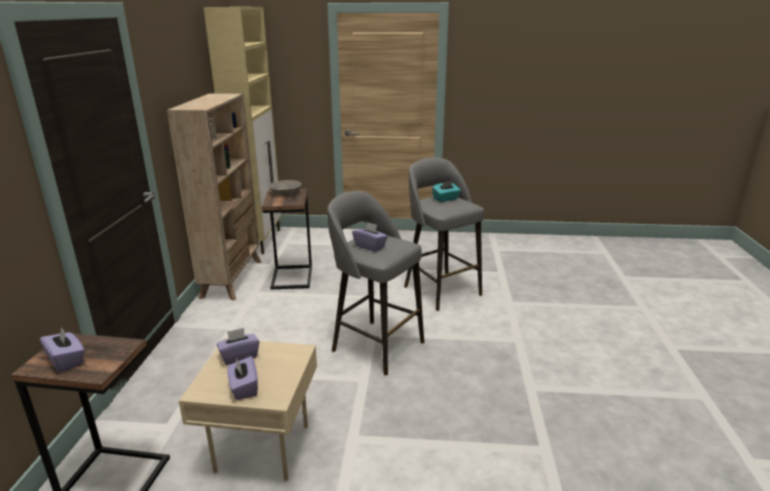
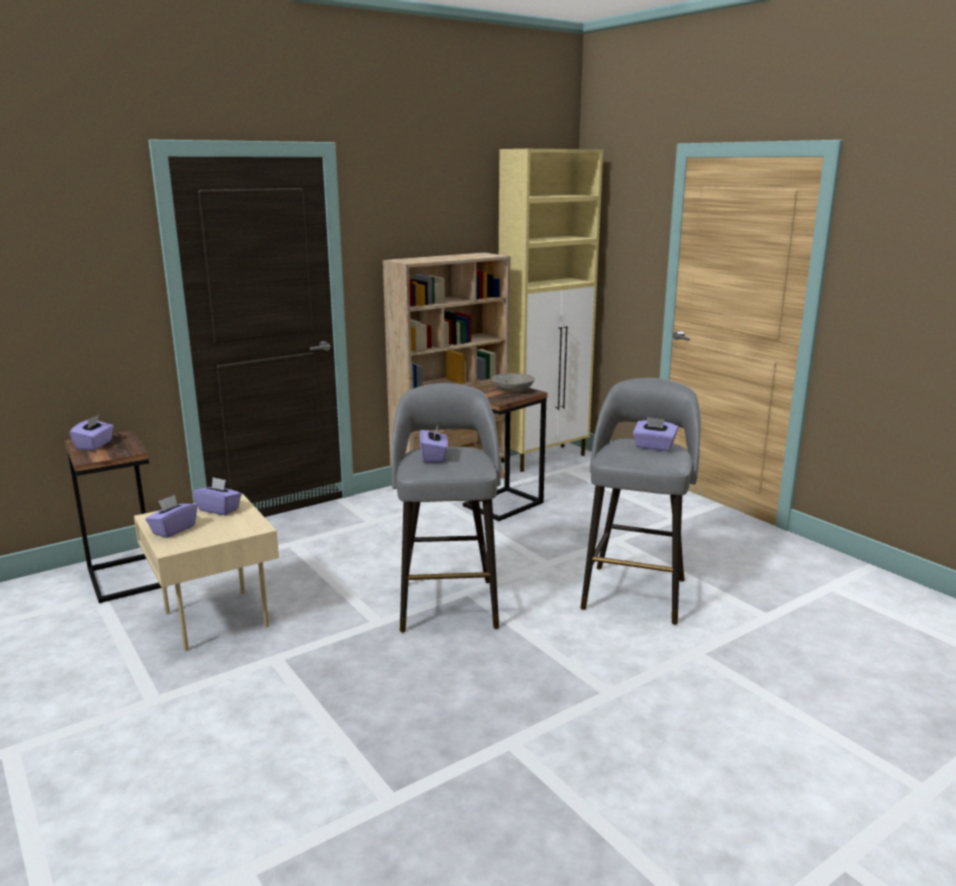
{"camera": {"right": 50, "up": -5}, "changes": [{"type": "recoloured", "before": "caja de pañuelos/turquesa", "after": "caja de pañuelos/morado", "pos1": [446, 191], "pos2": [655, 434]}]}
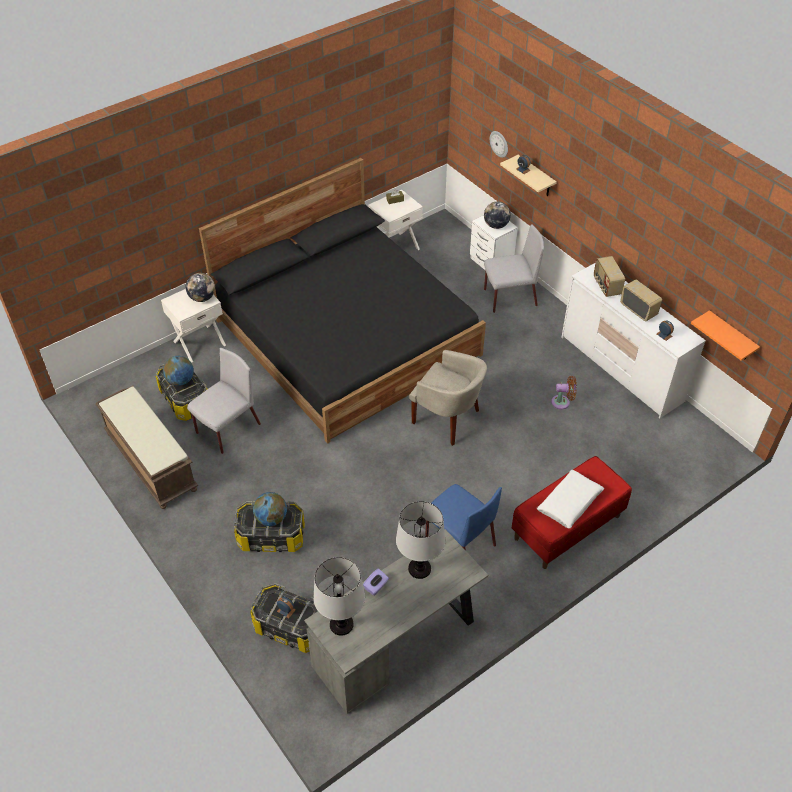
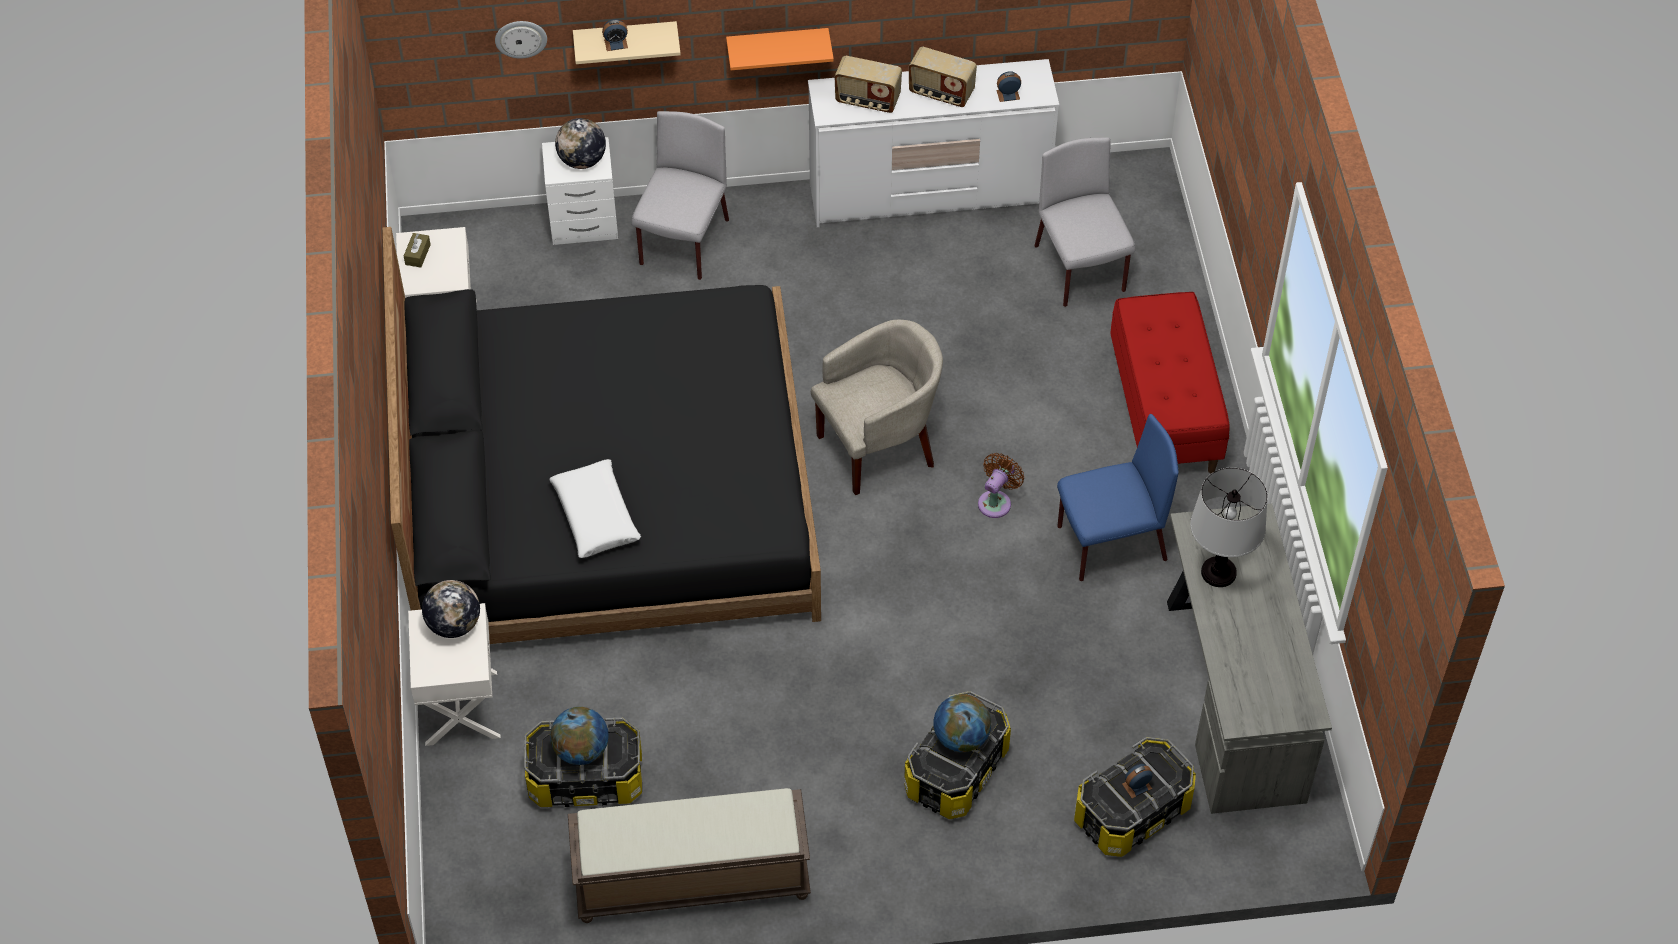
{"camera": {"right": -60, "up": 5}, "changes": [{"type": "moved", "before": "cojín/blanco", "pos1": [570, 499], "pos2": [595, 508]}, {"type": "moved", "before": "estante/naranja", "pos1": [725, 335], "pos2": [780, 49]}, {"type": "turned", "before": "radio", "pos1": [641, 301], "pos2": [943, 77], "turn": -150}, {"type": "moved", "before": "ventilador/marrón", "pos1": [564, 392], "pos2": [1001, 485]}, {"type": "moved", "before": "silla/gris", "pos1": [224, 401], "pos2": [1084, 222]}, {"type": "removed", "before": "lámpara de mesa", "pos1": [339, 596]}, {"type": "removed", "before": "caja de pañuelos/morado", "pos1": [376, 582]}]}
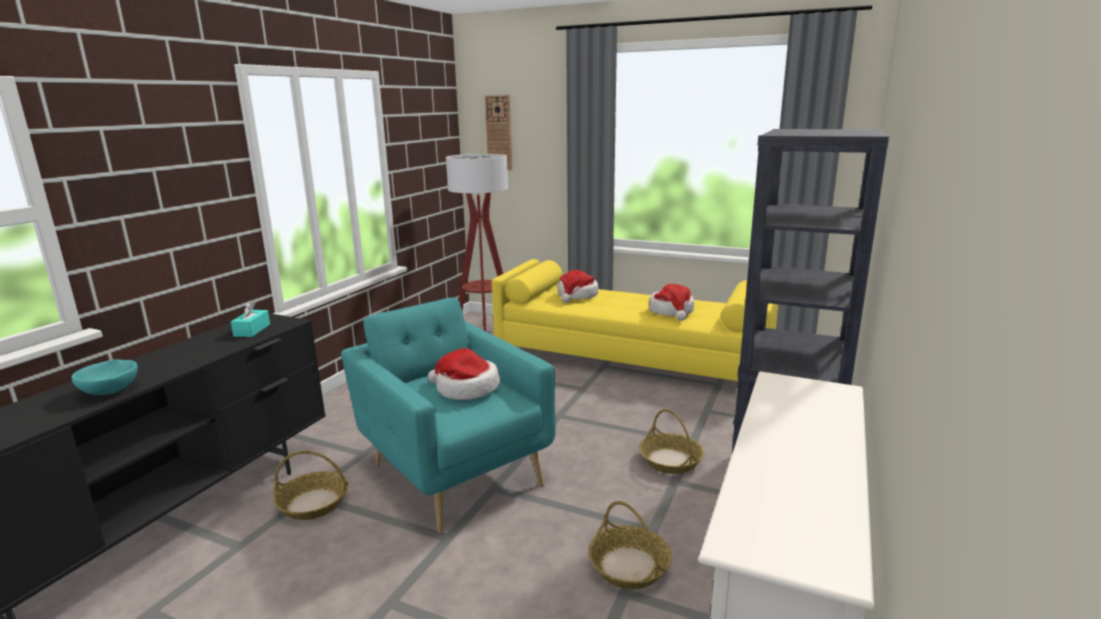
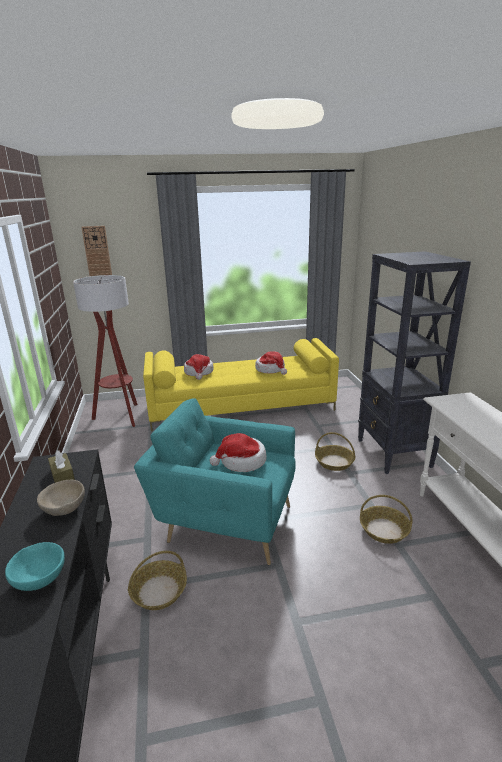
{"camera": {"right": -35, "up": 5}, "changes": [{"type": "added", "after": "cuenco/beis", "pos2": [61, 498]}, {"type": "recoloured", "before": "caja de pañuelos/turquesa", "after": "caja de pañuelos/marrón", "pos1": [250, 319], "pos2": [61, 466]}]}
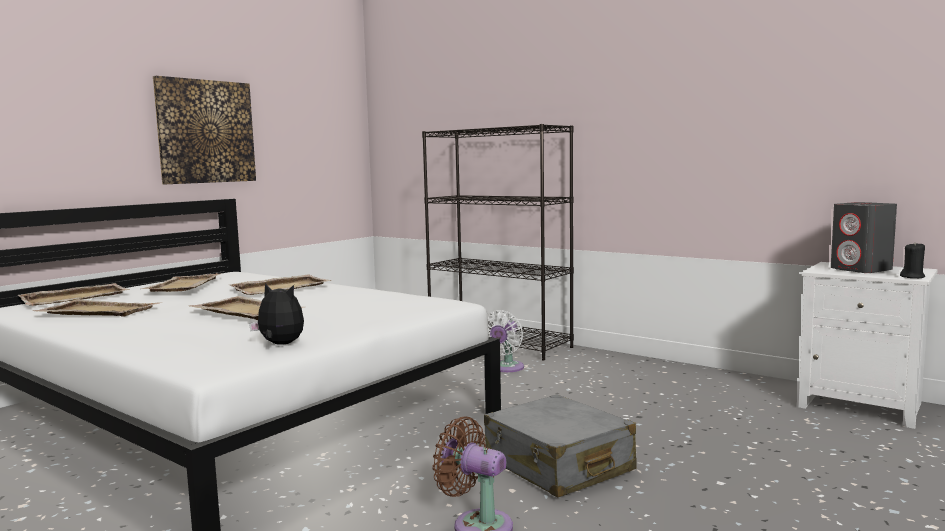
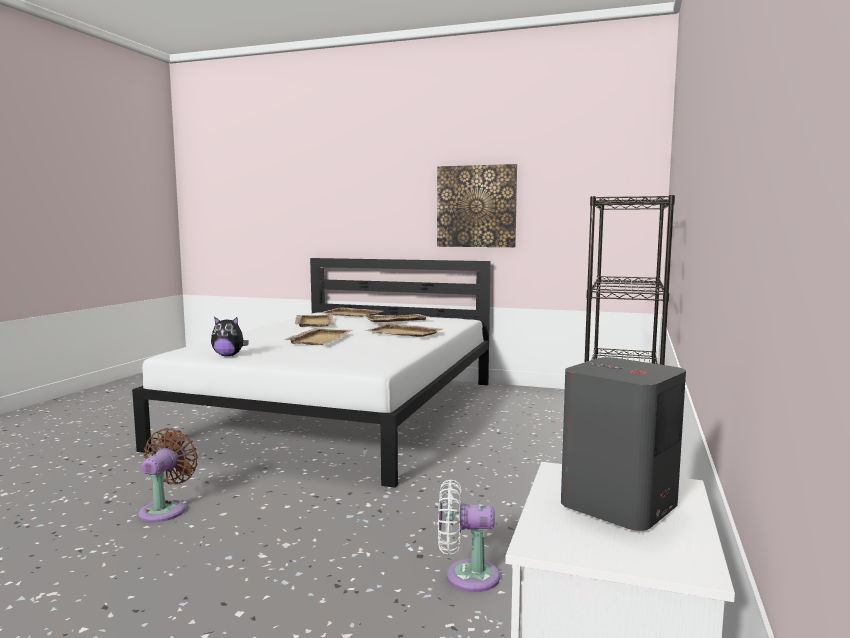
{"camera": {"right": 70, "up": 0}, "changes": [{"type": "turned", "before": "peluche", "pos1": [276, 314], "pos2": [230, 336], "turn": 90}, {"type": "moved", "before": "ventilador/blanco", "pos1": [506, 341], "pos2": [469, 535]}, {"type": "removed", "before": "maleta/gris", "pos1": [560, 446]}, {"type": "removed", "before": "vela/negro", "pos1": [912, 260]}]}
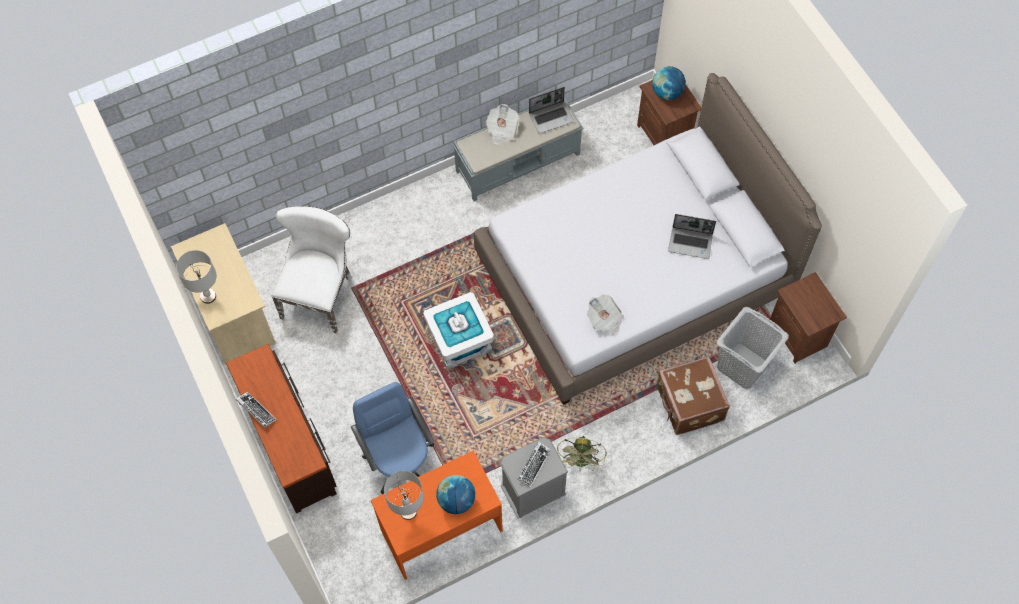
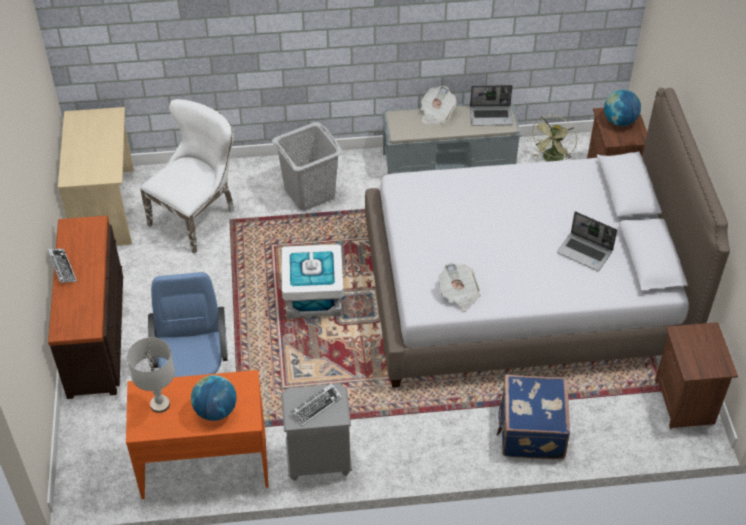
{"camera": {"right": 20, "up": -15}, "changes": [{"type": "moved", "before": "cesto de la ropa/gris", "pos1": [753, 348], "pos2": [307, 166]}, {"type": "recoloured", "before": "maleta/marrón", "after": "maleta/azul", "pos1": [693, 395], "pos2": [533, 416]}, {"type": "moved", "before": "ventilador/verde", "pos1": [582, 453], "pos2": [554, 138]}, {"type": "removed", "before": "lámpara de mesa/gris", "pos1": [196, 277]}]}
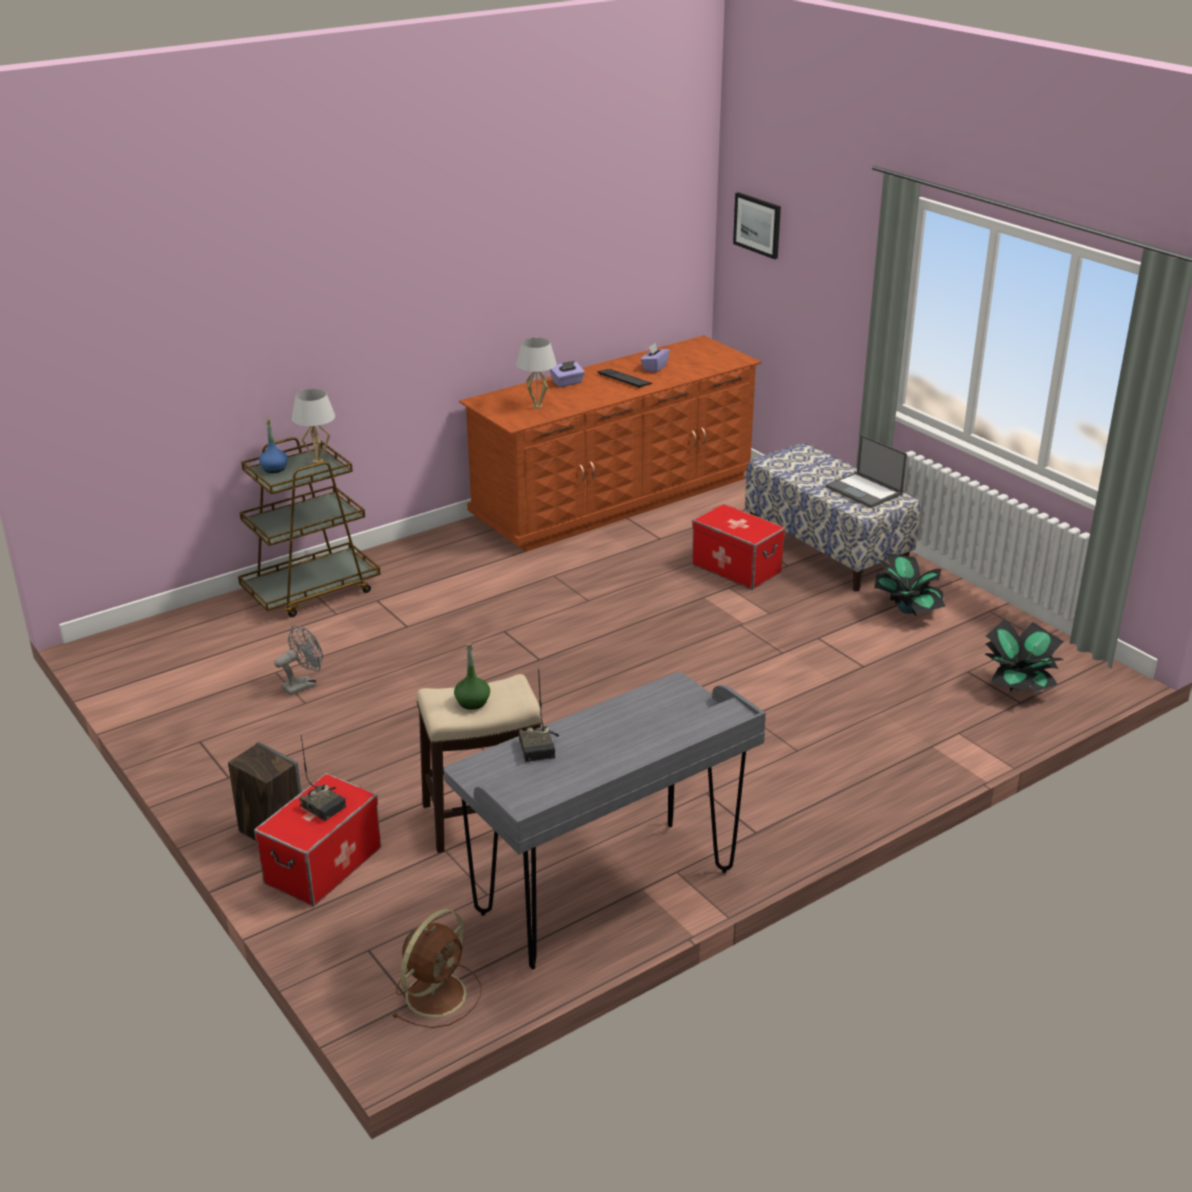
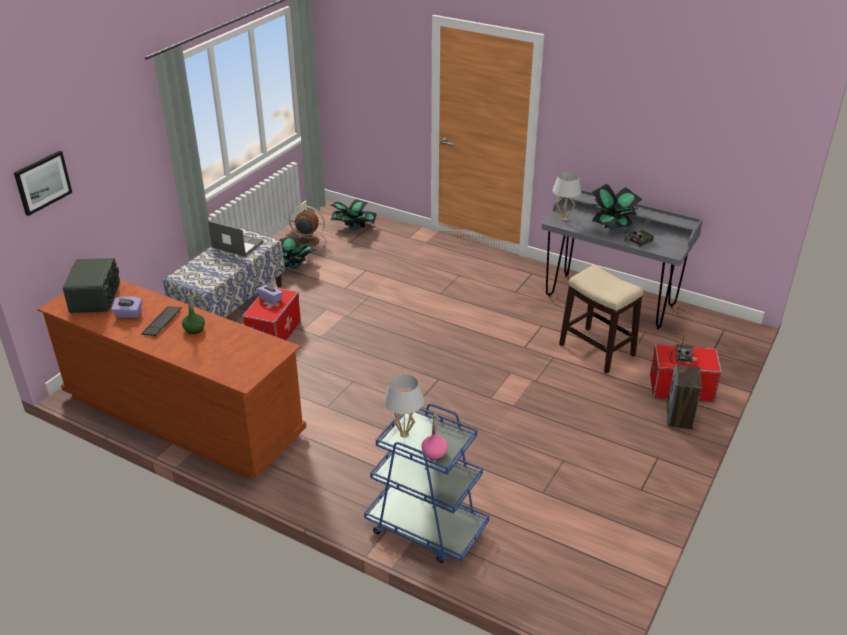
{"camera": {"right": -115, "up": 5}, "changes": [{"type": "added", "after": "radio", "pos2": [91, 285]}, {"type": "moved", "before": "botella/verde", "pos1": [472, 676], "pos2": [193, 313]}, {"type": "turned", "before": "portátil", "pos1": [866, 471], "pos2": [236, 239], "turn": -90}, {"type": "moved", "before": "caja de pañuelos/morado", "pos1": [567, 374], "pos2": [270, 293]}, {"type": "moved", "before": "ventilador/marrón", "pos1": [436, 968], "pos2": [307, 226]}, {"type": "recoloured", "before": "carrito/marrón", "after": "carrito/azul", "pos1": [309, 527], "pos2": [426, 483]}, {"type": "recoloured", "before": "botella/azul", "after": "botella/rosa", "pos1": [273, 445], "pos2": [434, 437]}, {"type": "moved", "before": "lámpara de mesa/blanco", "pos1": [536, 373], "pos2": [567, 196]}, {"type": "added", "after": "planta en maceta", "pos2": [617, 206]}, {"type": "removed", "before": "ventilador/gris", "pos1": [298, 660]}]}
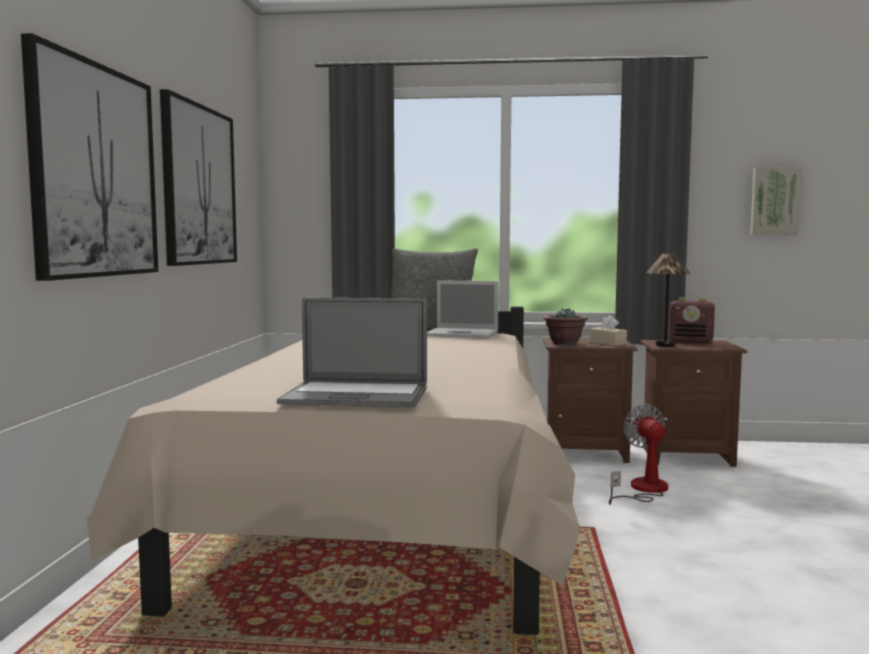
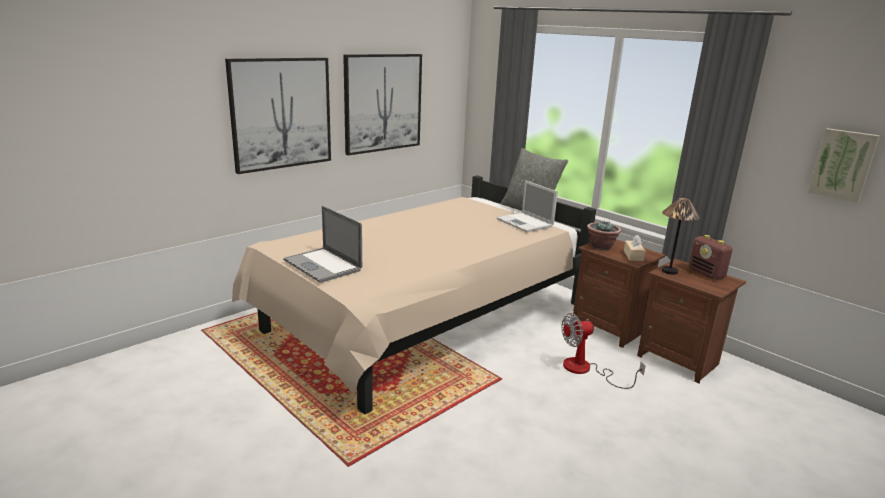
{"camera": {"right": 40, "up": 15}, "changes": [{"type": "turned", "before": "ventilador", "pos1": [638, 454], "pos2": [603, 351], "turn": -135}]}
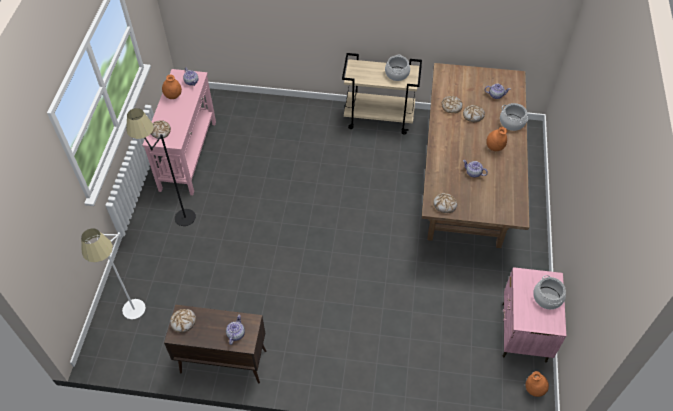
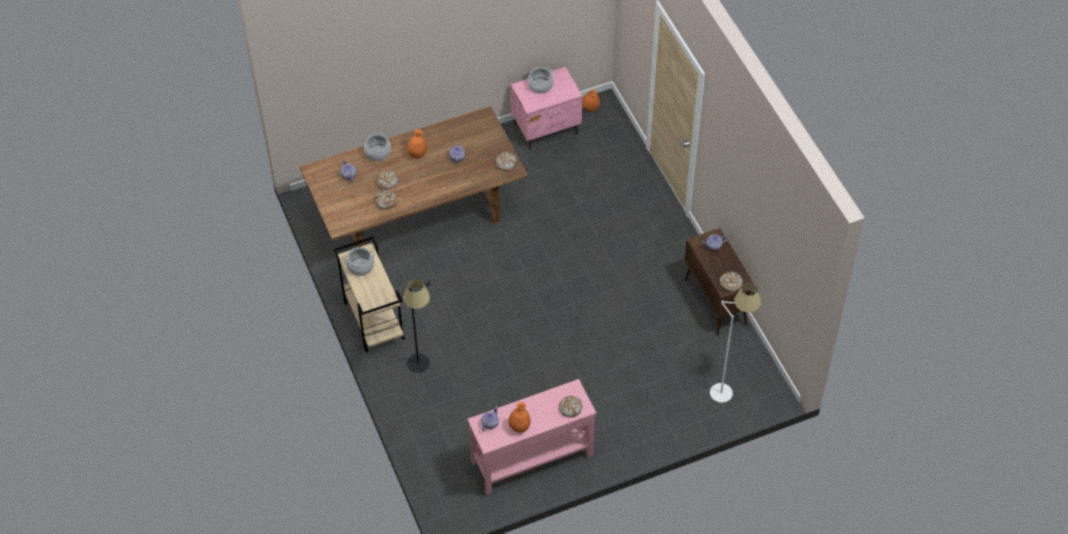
{"camera": {"right": -120, "up": 0}, "changes": [{"type": "moved", "before": "lámpara de pie/negro", "pos1": [161, 167], "pos2": [416, 326]}]}
